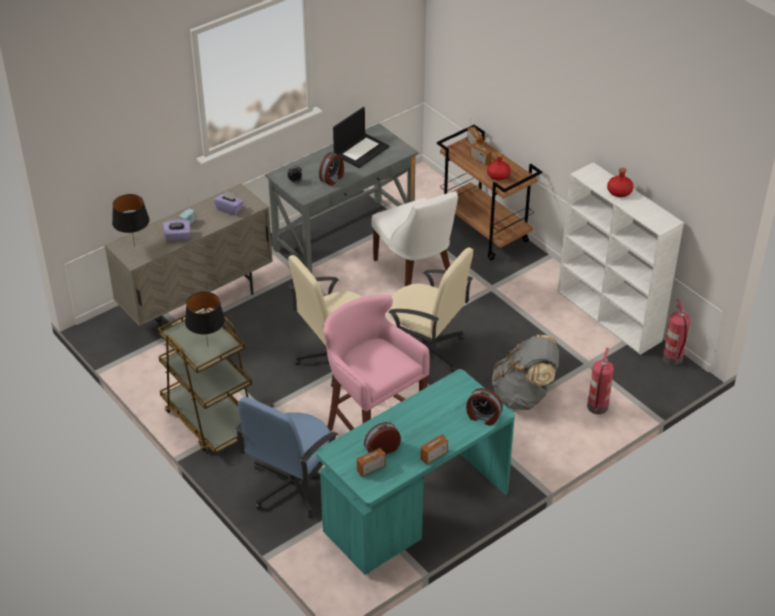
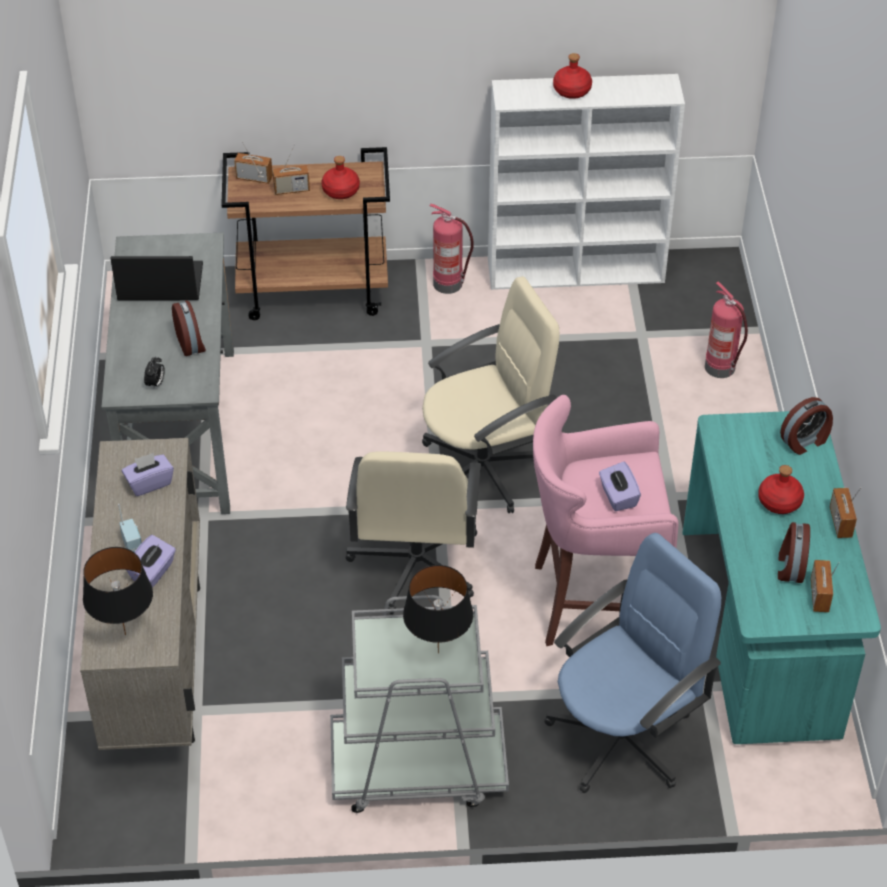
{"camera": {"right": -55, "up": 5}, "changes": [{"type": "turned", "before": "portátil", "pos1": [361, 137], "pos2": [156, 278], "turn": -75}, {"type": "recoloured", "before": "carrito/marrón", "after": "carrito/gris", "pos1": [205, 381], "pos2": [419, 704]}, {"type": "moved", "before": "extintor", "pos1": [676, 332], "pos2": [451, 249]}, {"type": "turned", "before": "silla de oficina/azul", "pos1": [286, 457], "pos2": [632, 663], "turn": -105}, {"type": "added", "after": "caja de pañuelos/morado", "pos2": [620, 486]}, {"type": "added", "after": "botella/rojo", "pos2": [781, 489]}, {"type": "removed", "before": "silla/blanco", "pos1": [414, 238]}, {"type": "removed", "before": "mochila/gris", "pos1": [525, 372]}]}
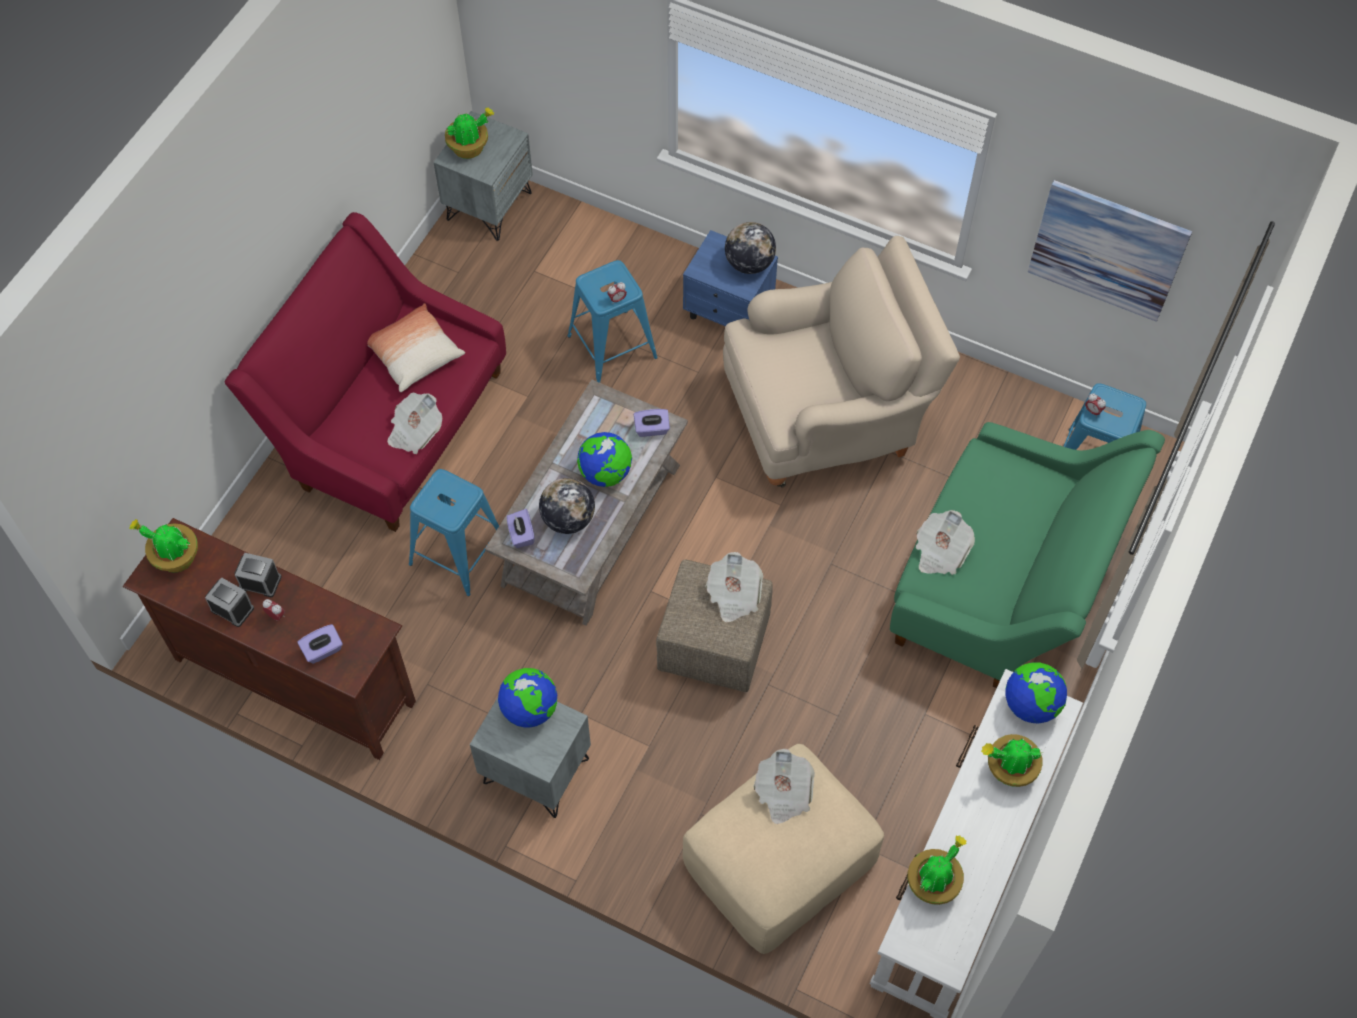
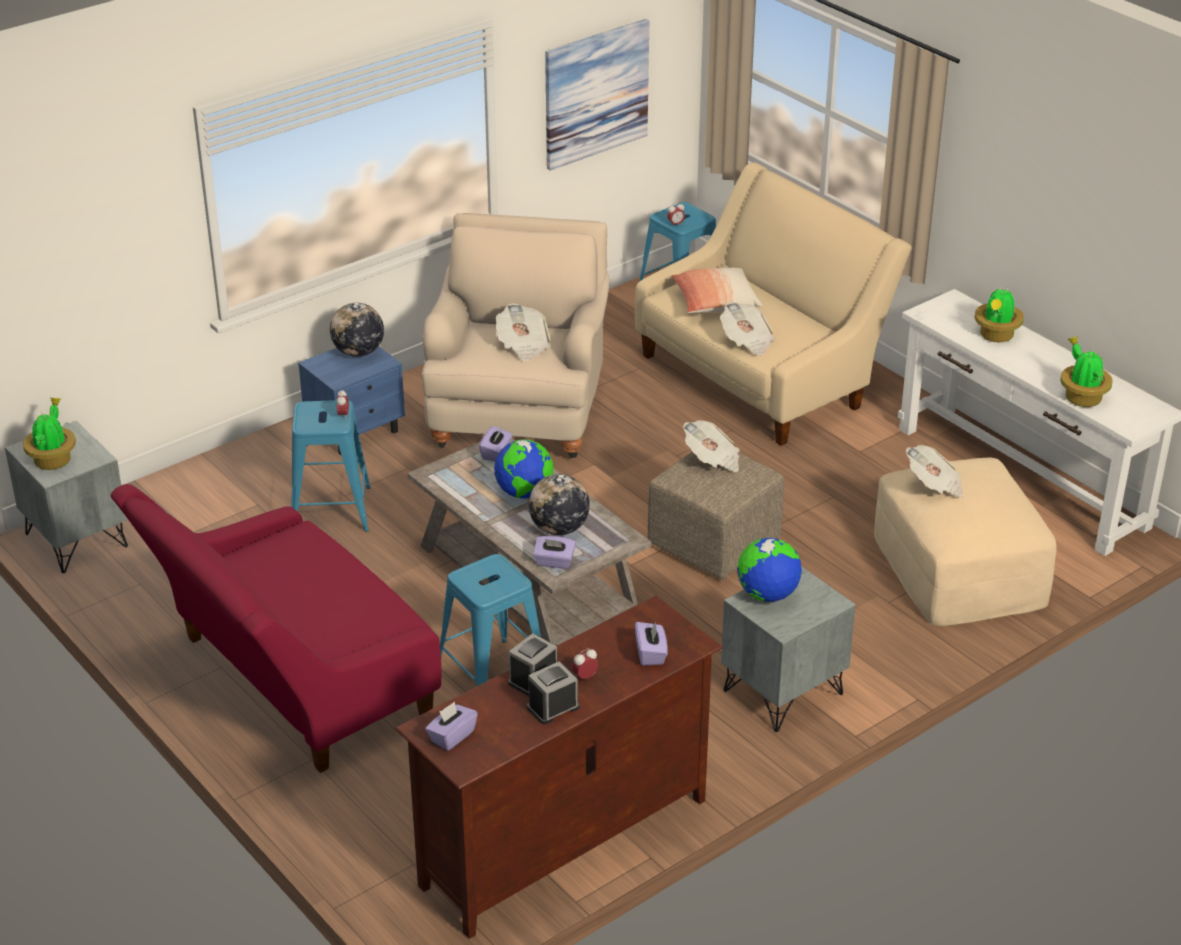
{"camera": {"right": -65, "up": -25}, "changes": [{"type": "replaced", "before": "planta en maceta", "after": "caja de pañuelos/morado", "pos1": [163, 546], "pos2": [451, 726]}, {"type": "moved", "before": "periódico", "pos1": [414, 423], "pos2": [523, 332]}, {"type": "recoloured", "before": "sofá/verde", "after": "sofá/beis", "pos1": [1027, 555], "pos2": [773, 304]}, {"type": "moved", "before": "cojín", "pos1": [416, 347], "pos2": [717, 290]}, {"type": "removed", "before": "globo terráqueo", "pos1": [1036, 692]}]}
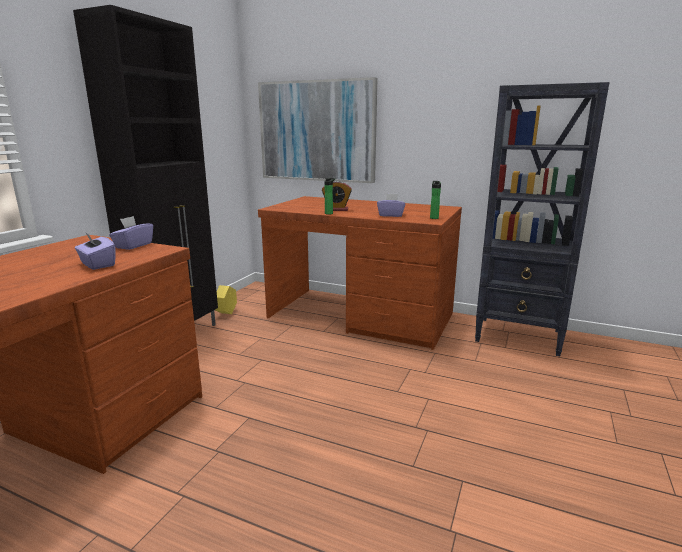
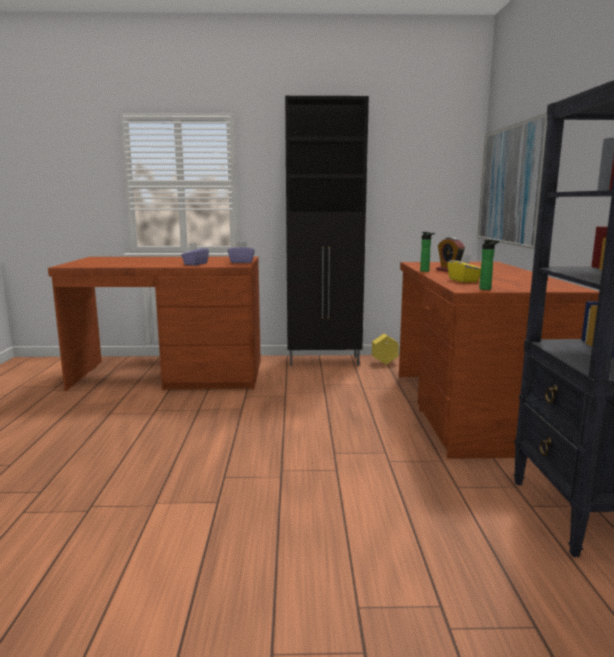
{"camera": {"right": 65, "up": -5}, "changes": [{"type": "recoloured", "before": "caja de pañuelos/morado", "after": "caja de pañuelos/amarillo", "pos1": [391, 205], "pos2": [464, 268]}]}
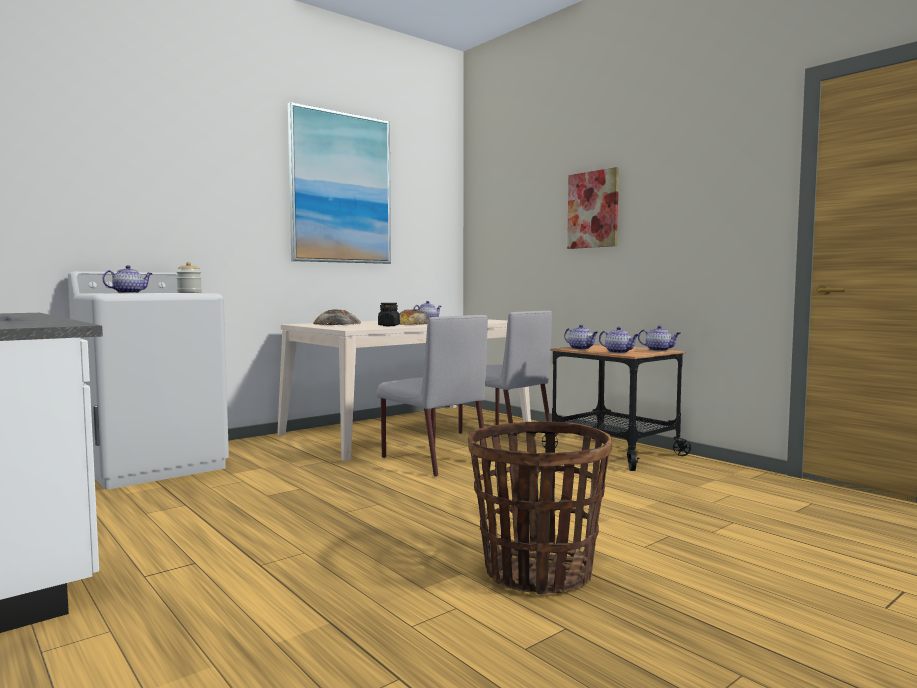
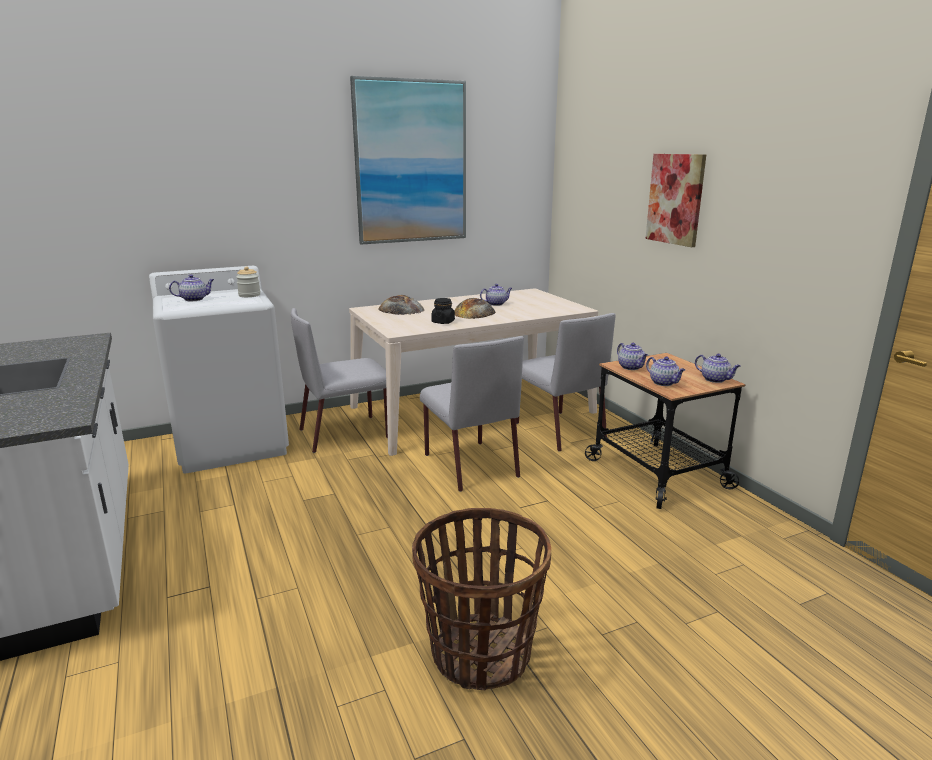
{"camera": {"right": 15, "up": 15}, "changes": [{"type": "added", "after": "silla/gris", "pos2": [339, 380]}]}
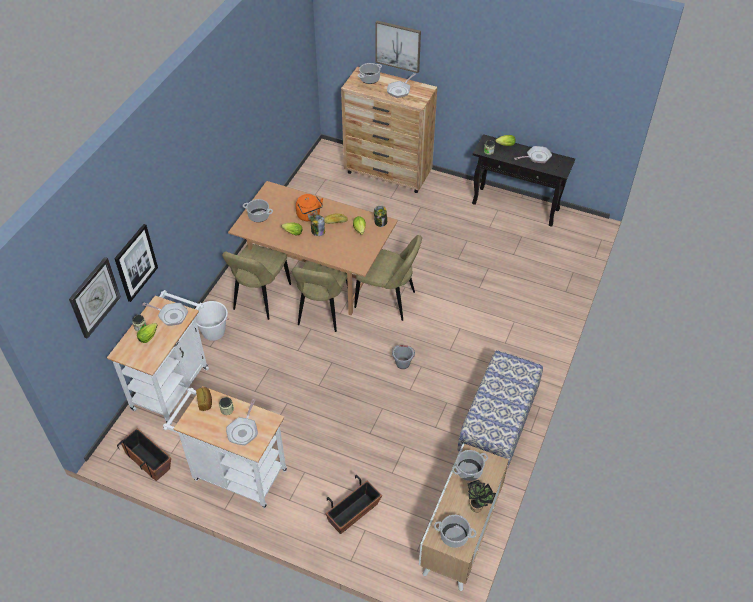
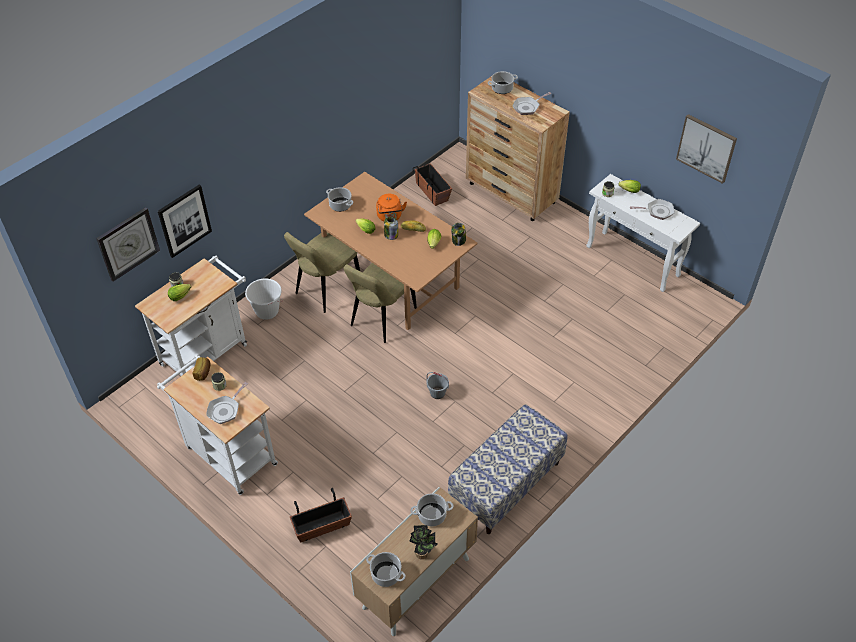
{"camera": {"right": 20, "up": 0}, "changes": [{"type": "moved", "before": "maceta", "pos1": [144, 454], "pos2": [432, 184]}, {"type": "recoloured", "before": "mesa consola/negro", "after": "mesa consola/blanco", "pos1": [523, 180], "pos2": [643, 233]}, {"type": "moved", "before": "cuadro", "pos1": [398, 46], "pos2": [706, 149]}, {"type": "removed", "before": "sartén", "pos1": [165, 314]}, {"type": "removed", "before": "silla/beis", "pos1": [388, 278]}]}
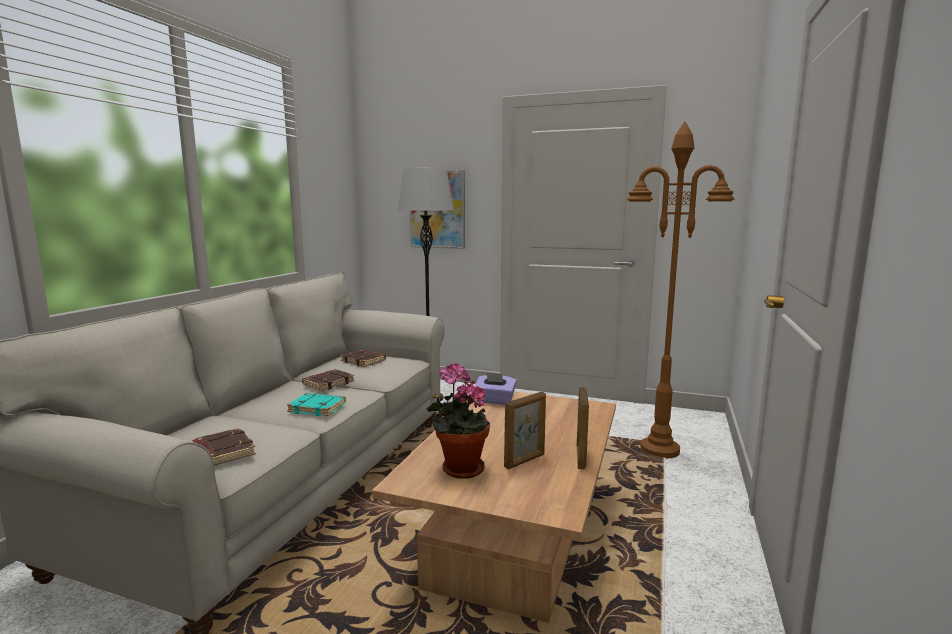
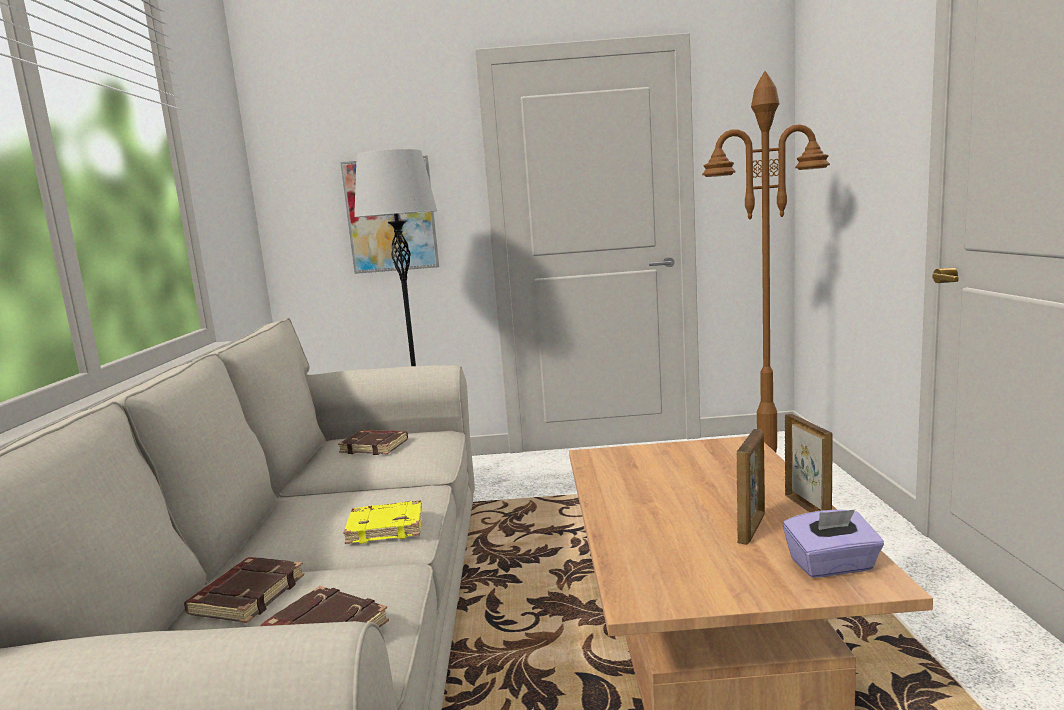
{"camera": {"right": -20, "up": 0}, "changes": [{"type": "moved", "before": "libro/marrón", "pos1": [328, 380], "pos2": [244, 590]}, {"type": "recoloured", "before": "libro/turquesa", "after": "libro/amarillo", "pos1": [316, 404], "pos2": [382, 522]}, {"type": "moved", "before": "caja de pañuelos/morado", "pos1": [496, 388], "pos2": [833, 543]}, {"type": "removed", "before": "planta en maceta", "pos1": [458, 421]}]}
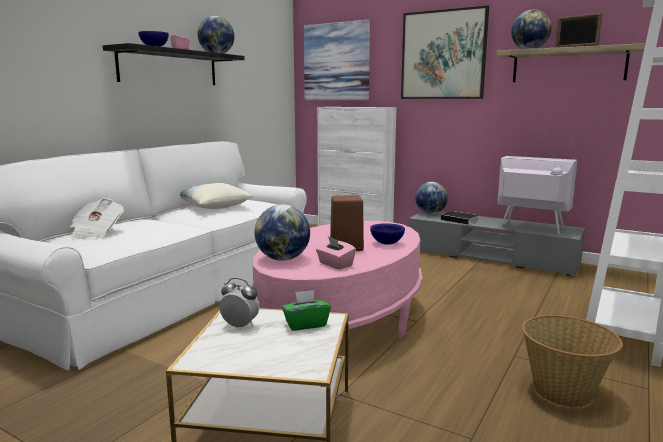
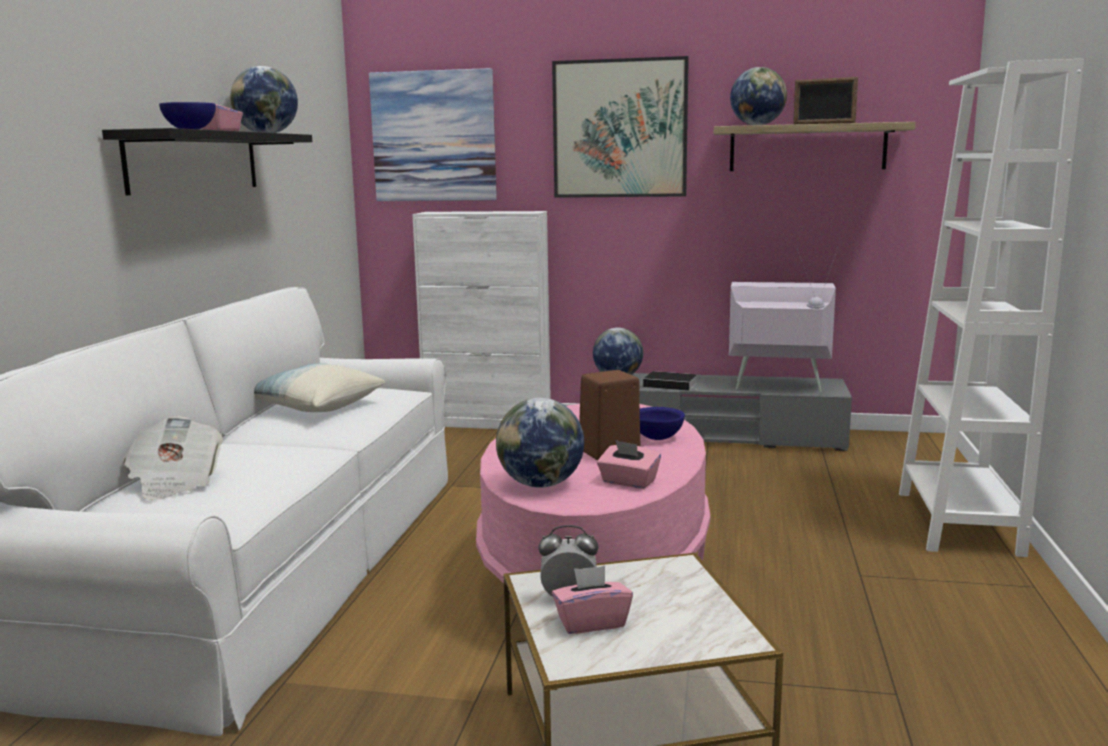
{"camera": {"right": -20, "up": 0}, "changes": [{"type": "added", "after": "caja de pañuelos/rosa", "pos2": [592, 600]}, {"type": "removed", "before": "caja de pañuelos/verde", "pos1": [306, 310]}, {"type": "removed", "before": "cesta", "pos1": [572, 361]}]}
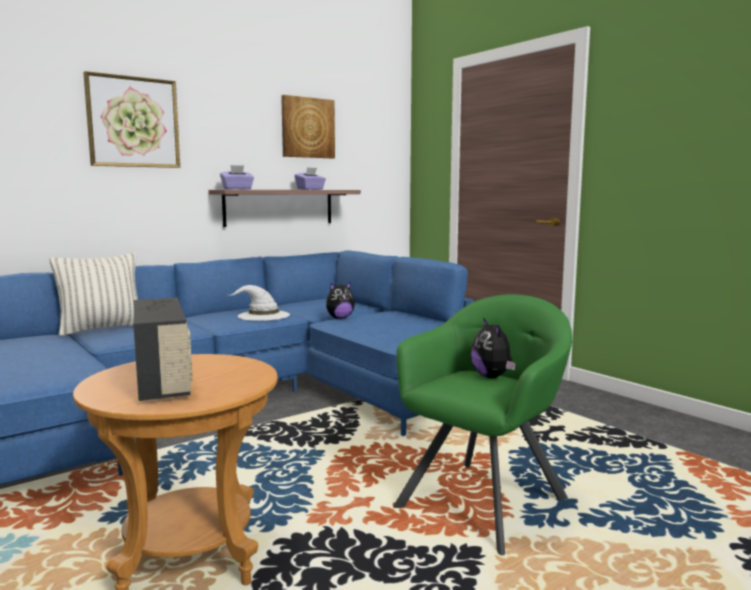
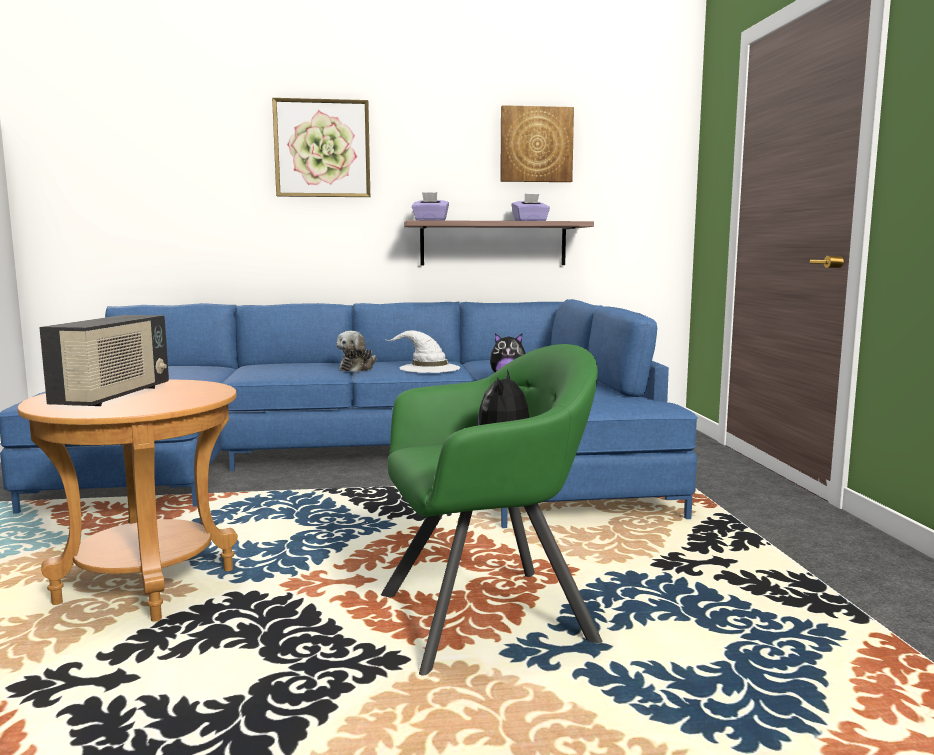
{"camera": {"right": 30, "up": 0}, "changes": [{"type": "added", "after": "peluche", "pos2": [356, 351]}, {"type": "removed", "before": "cojín", "pos1": [94, 294]}]}
